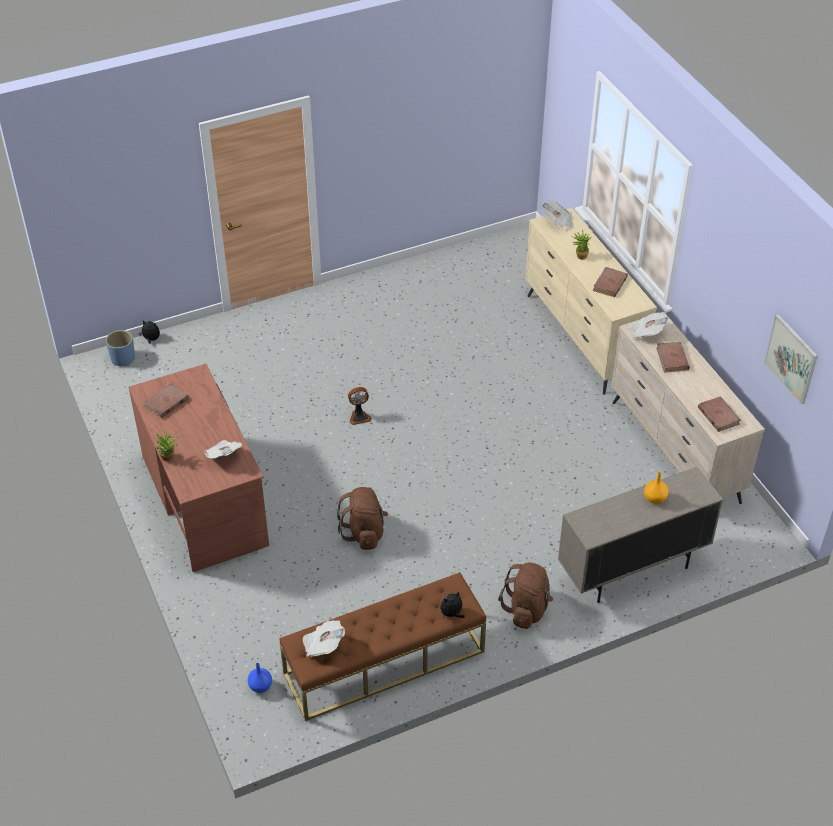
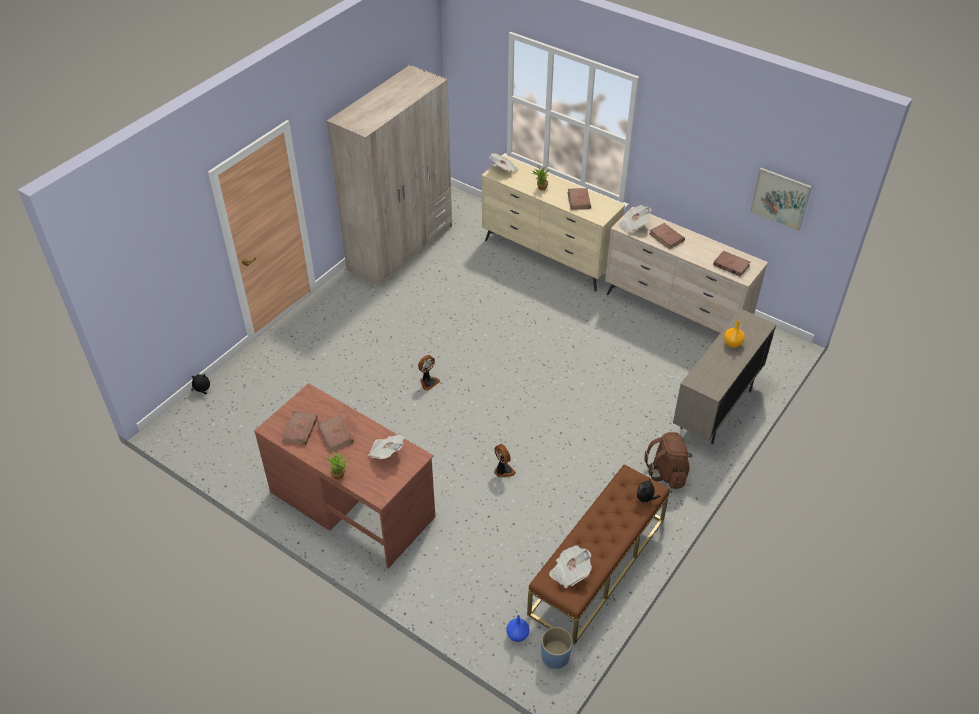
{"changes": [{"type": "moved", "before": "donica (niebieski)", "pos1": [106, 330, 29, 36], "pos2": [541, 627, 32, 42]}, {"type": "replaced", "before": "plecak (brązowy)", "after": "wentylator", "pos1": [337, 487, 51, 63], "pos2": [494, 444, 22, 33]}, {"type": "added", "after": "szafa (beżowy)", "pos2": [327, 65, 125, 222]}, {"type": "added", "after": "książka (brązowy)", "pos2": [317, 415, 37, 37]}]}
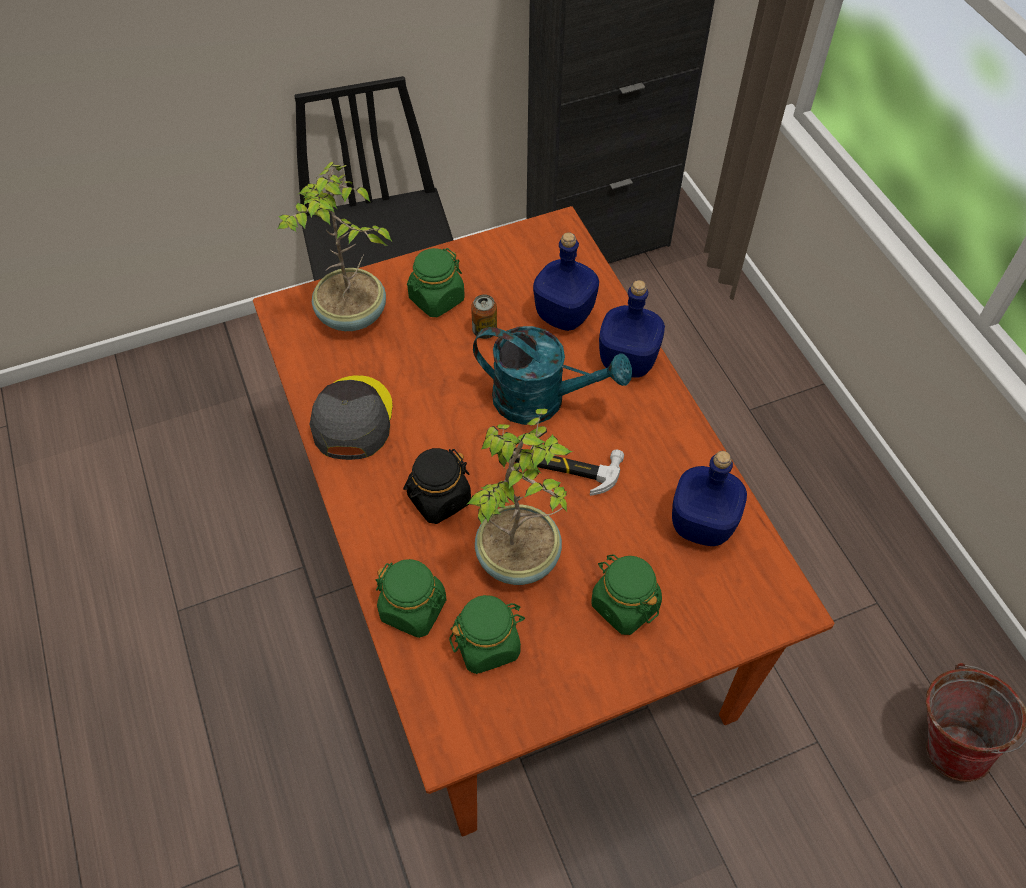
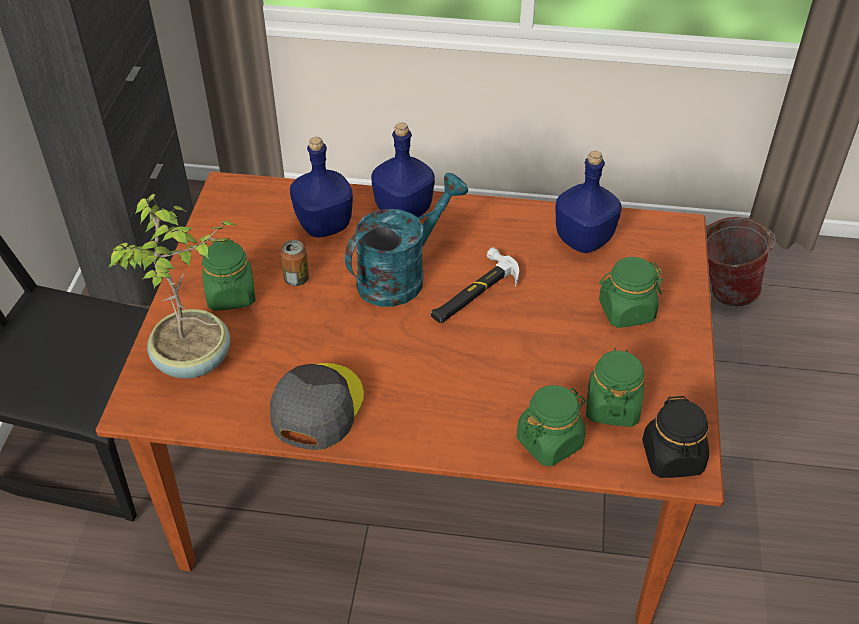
{"changes": [{"type": "turned", "before": "czapka z daszkiem (szary)", "pos1": [309, 375, 84, 85], "pos2": [270, 363, 94, 87], "turn": 75}, {"type": "removed", "before": "roślina doniczkowa", "pos1": [466, 409, 107, 176]}, {"type": "moved", "before": "słoik (czarny)", "pos1": [403, 448, 68, 76], "pos2": [642, 396, 67, 82]}]}
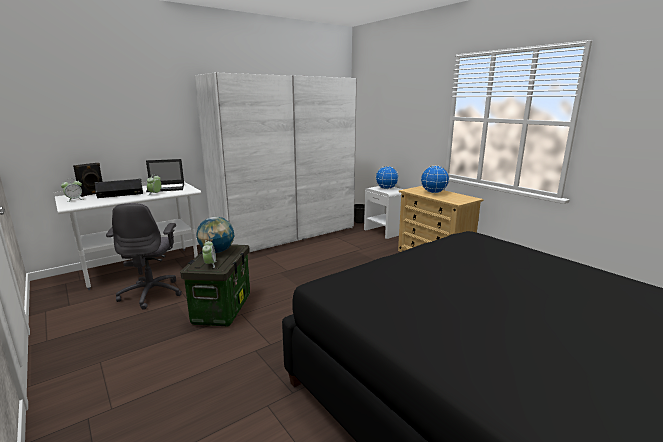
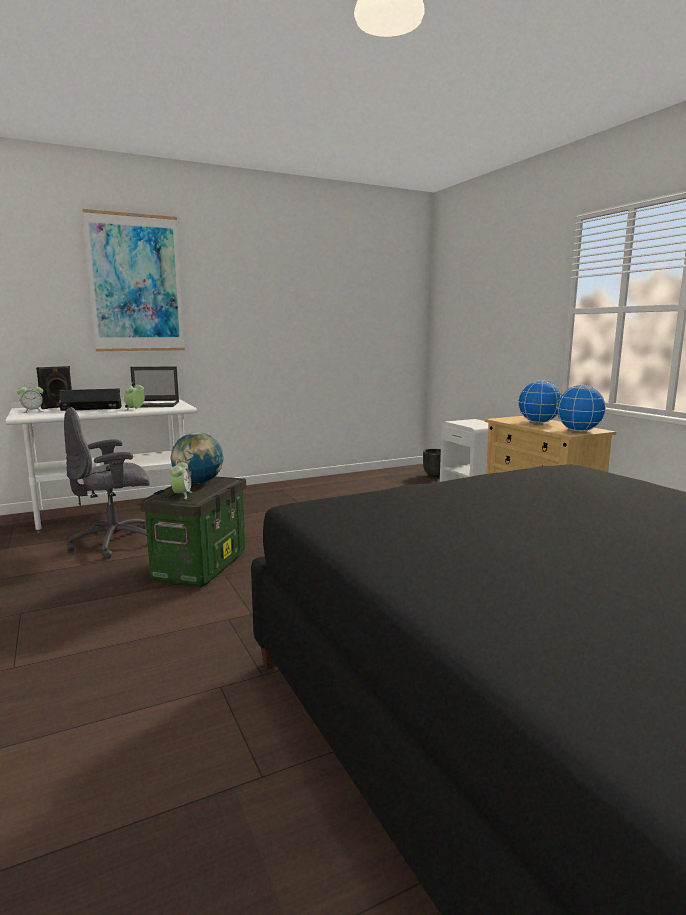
{"changes": [{"type": "removed", "before": "szafa (biały)", "pos1": [195, 73, 162, 179]}, {"type": "moved", "before": "globus", "pos1": [375, 166, 24, 23], "pos2": [556, 385, 51, 47]}, {"type": "turned", "before": "krzesło biurowe (szary)", "pos1": [106, 203, 76, 107], "pos2": [64, 407, 85, 152], "turn": 60}, {"type": "added", "after": "obraz", "pos2": [82, 209, 103, 142]}]}
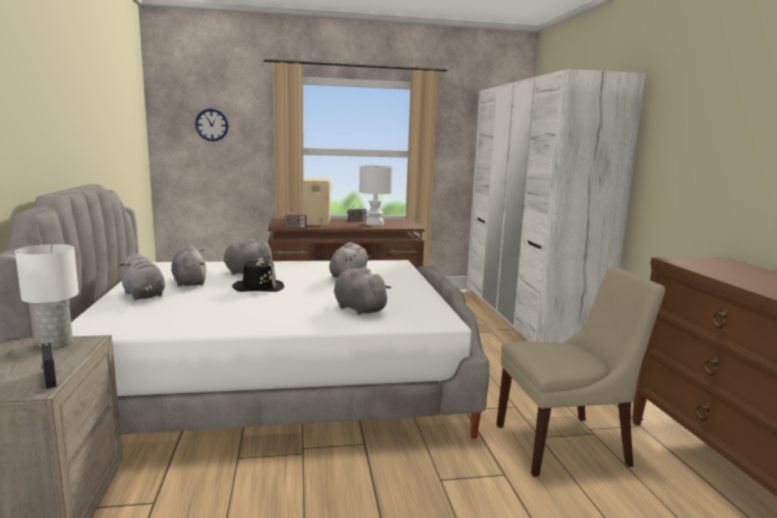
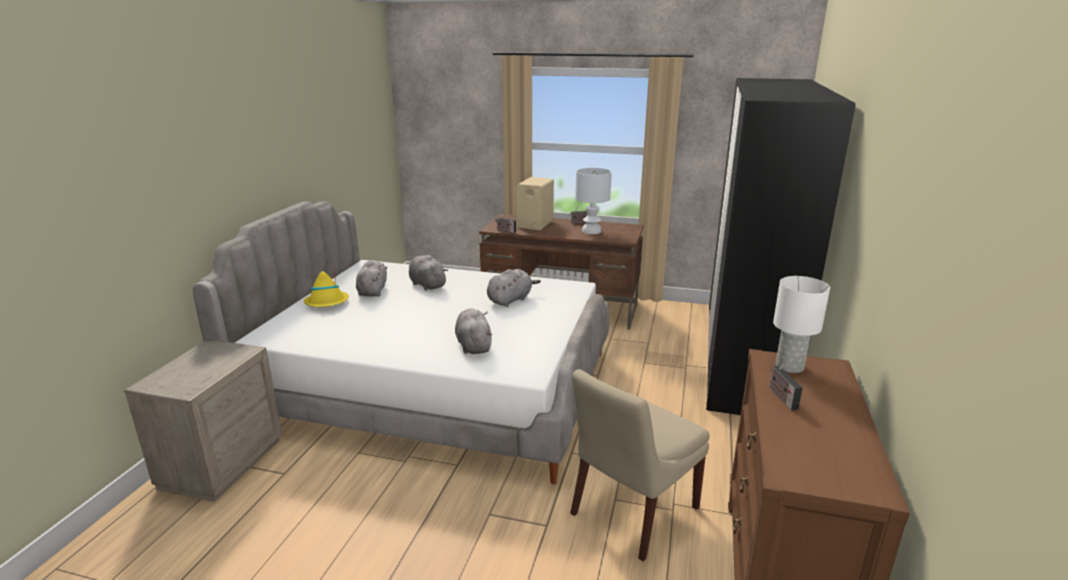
{"changes": [{"type": "recoloured", "before": "szafa (biały)", "after": "szafa (czarny)", "pos1": [466, 69, 179, 274], "pos2": [706, 78, 150, 337]}, {"type": "removed", "before": "zegar ścienny", "pos1": [195, 109, 33, 32]}, {"type": "moved", "before": "lampa stołowa (biały)", "pos1": [15, 244, 64, 105], "pos2": [773, 276, 57, 97]}, {"type": "replaced", "before": "pluszak (szary)", "after": "kapelusz (żółty)", "pos1": [119, 253, 46, 47], "pos2": [304, 271, 45, 36]}, {"type": "removed", "before": "kapelusz (czarny)", "pos1": [232, 258, 52, 34]}, {"type": "turned", "before": "krzesło (beżowy)", "pos1": [496, 266, 169, 211], "pos2": [570, 369, 140, 192], "turn": 120}, {"type": "moved", "before": "radio", "pos1": [41, 334, 16, 55], "pos2": [770, 361, 32, 50]}]}
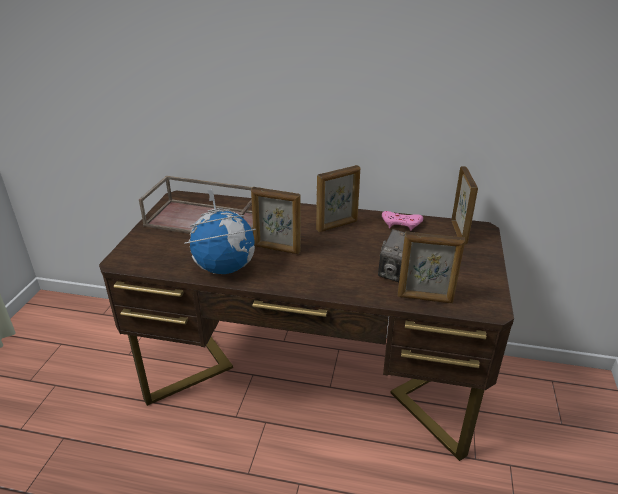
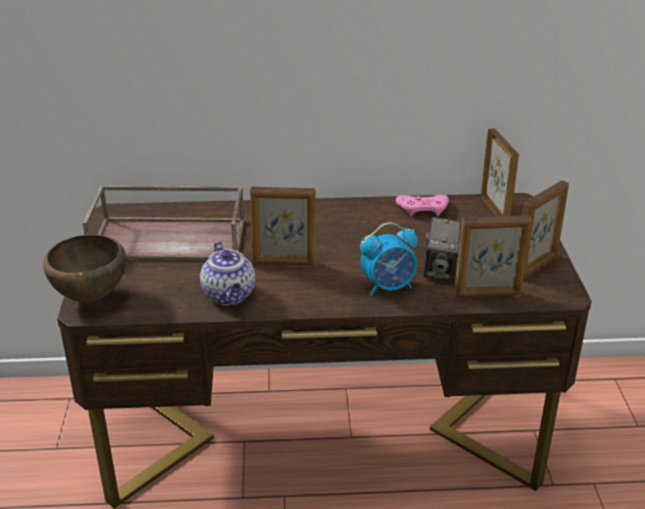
{"changes": [{"type": "moved", "before": "ramka na zdjęcie", "pos1": [316, 165, 44, 67], "pos2": [522, 181, 47, 97]}, {"type": "replaced", "before": "globus", "after": "imbryk", "pos1": [184, 189, 72, 85], "pos2": [200, 241, 55, 64]}, {"type": "added", "after": "budzik", "pos2": [360, 222, 58, 74]}, {"type": "added", "after": "miska (brązowy)", "pos2": [43, 235, 83, 68]}]}
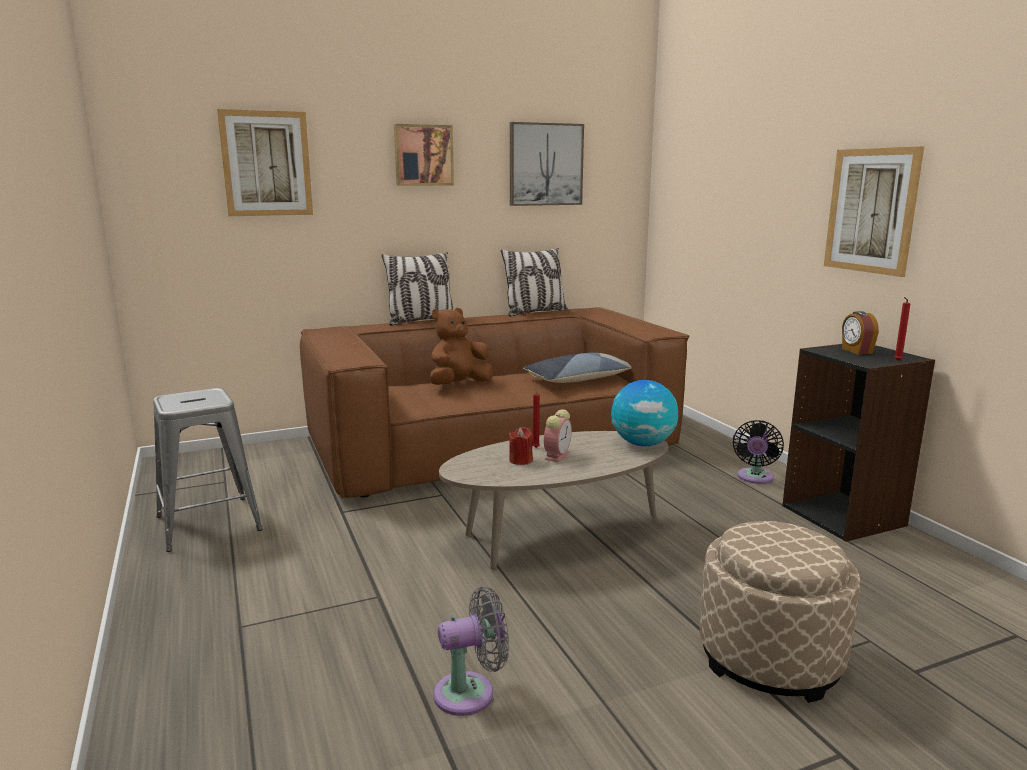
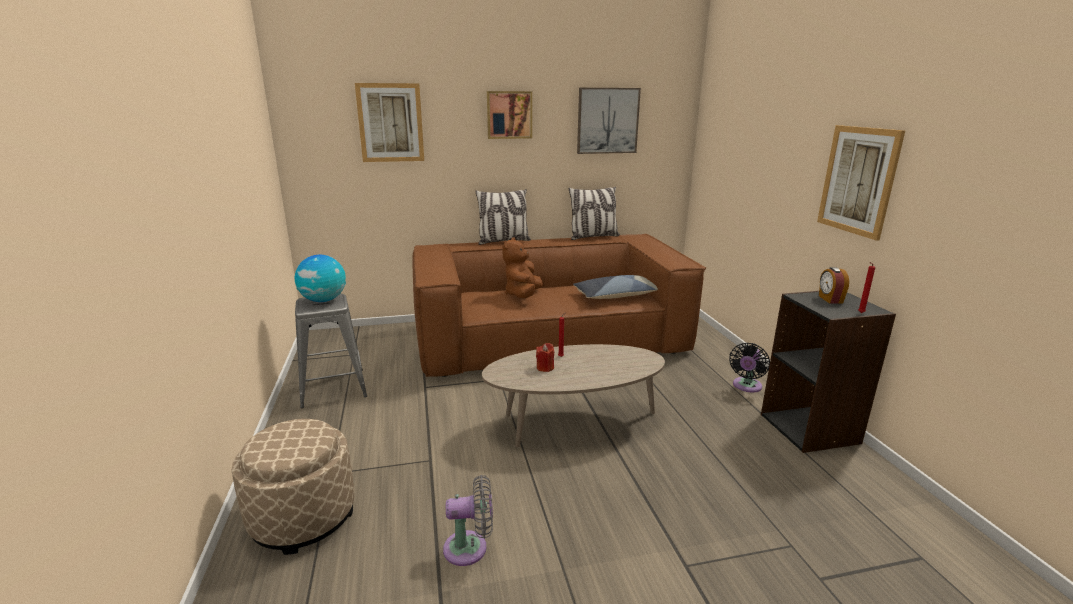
{"changes": [{"type": "turned", "before": "pluszak (brązowy)", "pos1": [430, 308, 63, 77], "pos2": [502, 237, 41, 61], "turn": -45}, {"type": "moved", "before": "globus", "pos1": [611, 380, 67, 66], "pos2": [295, 255, 51, 47]}, {"type": "removed", "before": "budzik", "pos1": [544, 409, 28, 53]}, {"type": "moved", "before": "pufa (beżowy)", "pos1": [700, 521, 160, 182], "pos2": [232, 419, 123, 136]}]}
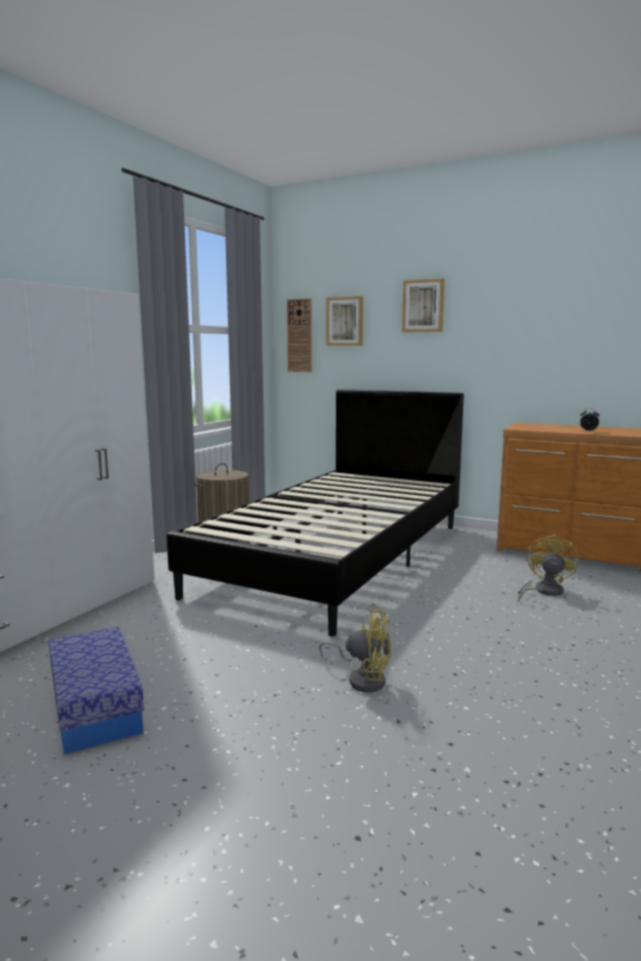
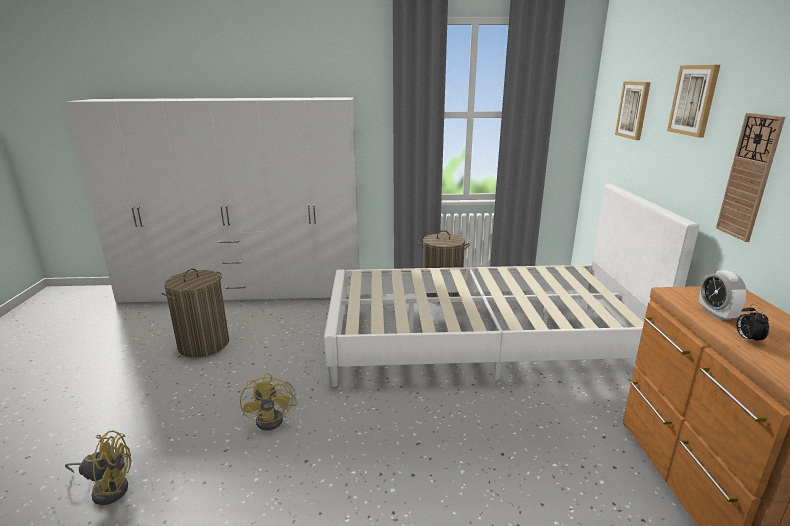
{"changes": [{"type": "moved", "before": "zegar ścienny", "pos1": [287, 298, 25, 74], "pos2": [716, 113, 69, 129]}, {"type": "recoloured", "before": "łóżko (czarny)", "after": "łóżko (biały)", "pos1": [167, 389, 297, 248], "pos2": [324, 184, 375, 203]}, {"type": "moved", "before": "wentylator (żółty)", "pos1": [518, 534, 61, 68], "pos2": [65, 431, 67, 74]}, {"type": "replaced", "before": "pojemnik do przechowywania", "after": "kosz na pranie", "pos1": [49, 627, 95, 127], "pos2": [162, 268, 67, 90]}, {"type": "added", "after": "budzik", "pos2": [699, 270, 48, 50]}]}
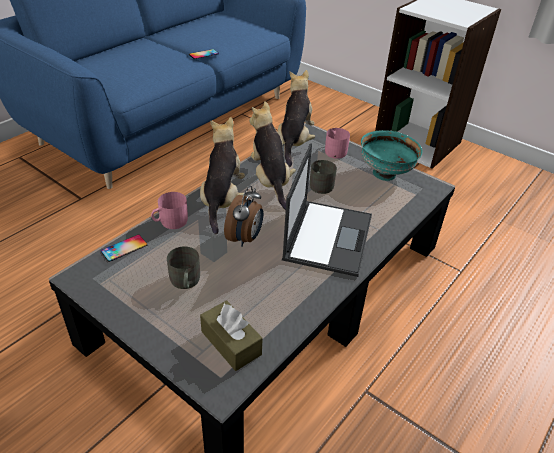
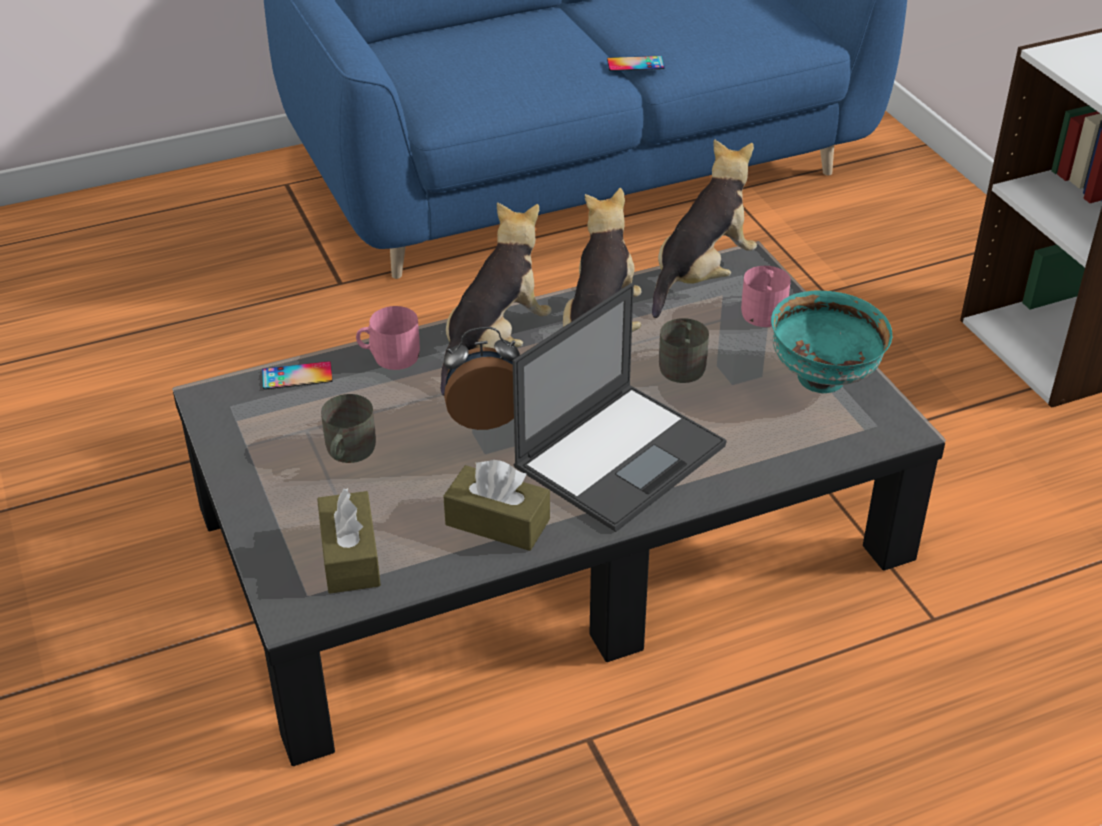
{"changes": [{"type": "turned", "before": "budzik", "pos1": [224, 186, 39, 61], "pos2": [444, 327, 76, 103], "turn": -150}, {"type": "added", "after": "pudełko chusteczek (brązowy)", "pos2": [443, 460, 107, 91]}]}
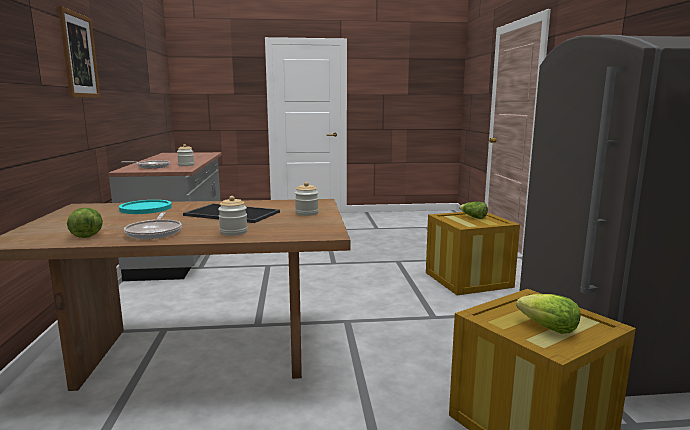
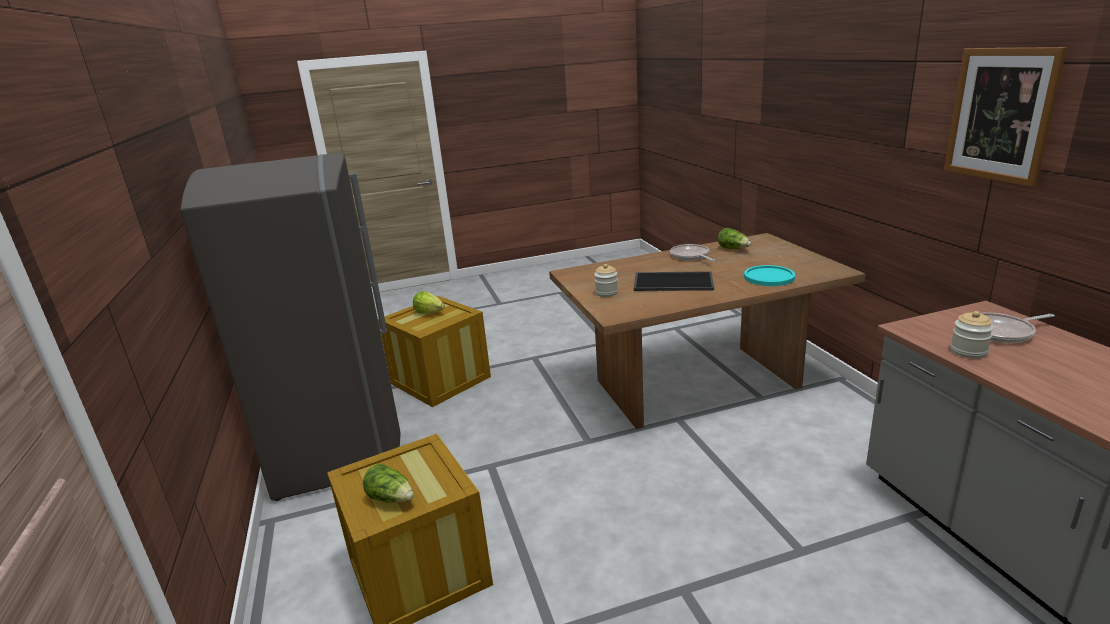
{"changes": [{"type": "removed", "before": "słoik", "pos1": [218, 196, 30, 40]}]}
